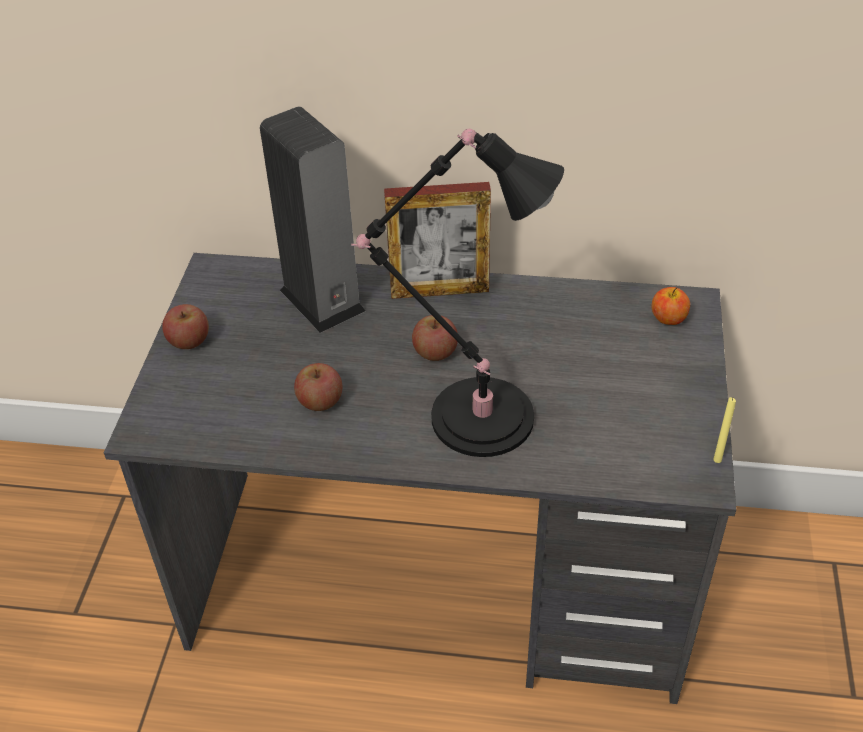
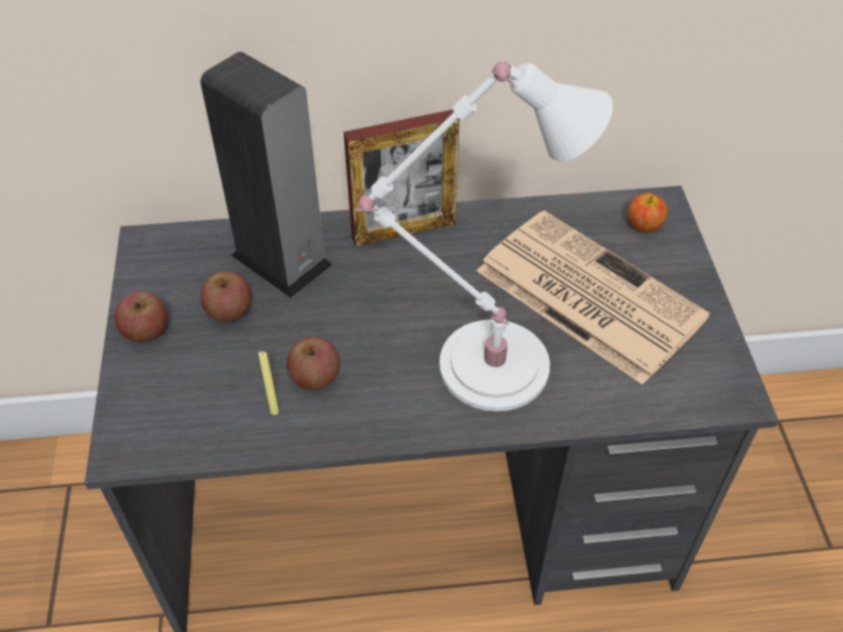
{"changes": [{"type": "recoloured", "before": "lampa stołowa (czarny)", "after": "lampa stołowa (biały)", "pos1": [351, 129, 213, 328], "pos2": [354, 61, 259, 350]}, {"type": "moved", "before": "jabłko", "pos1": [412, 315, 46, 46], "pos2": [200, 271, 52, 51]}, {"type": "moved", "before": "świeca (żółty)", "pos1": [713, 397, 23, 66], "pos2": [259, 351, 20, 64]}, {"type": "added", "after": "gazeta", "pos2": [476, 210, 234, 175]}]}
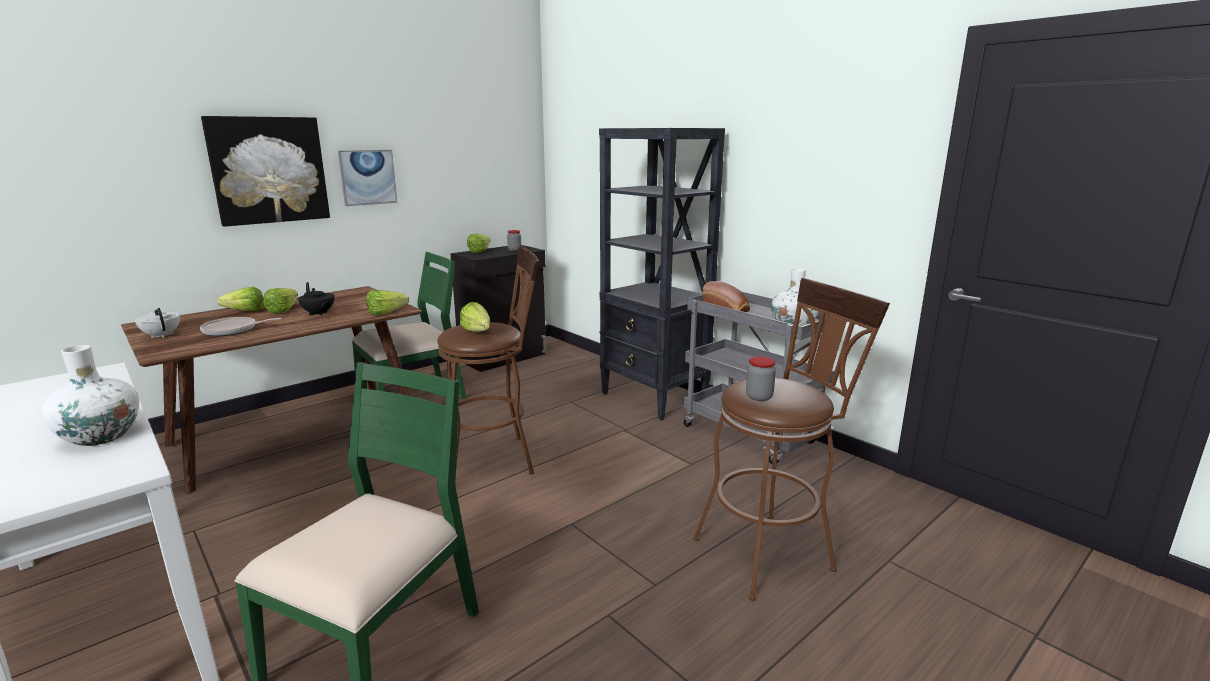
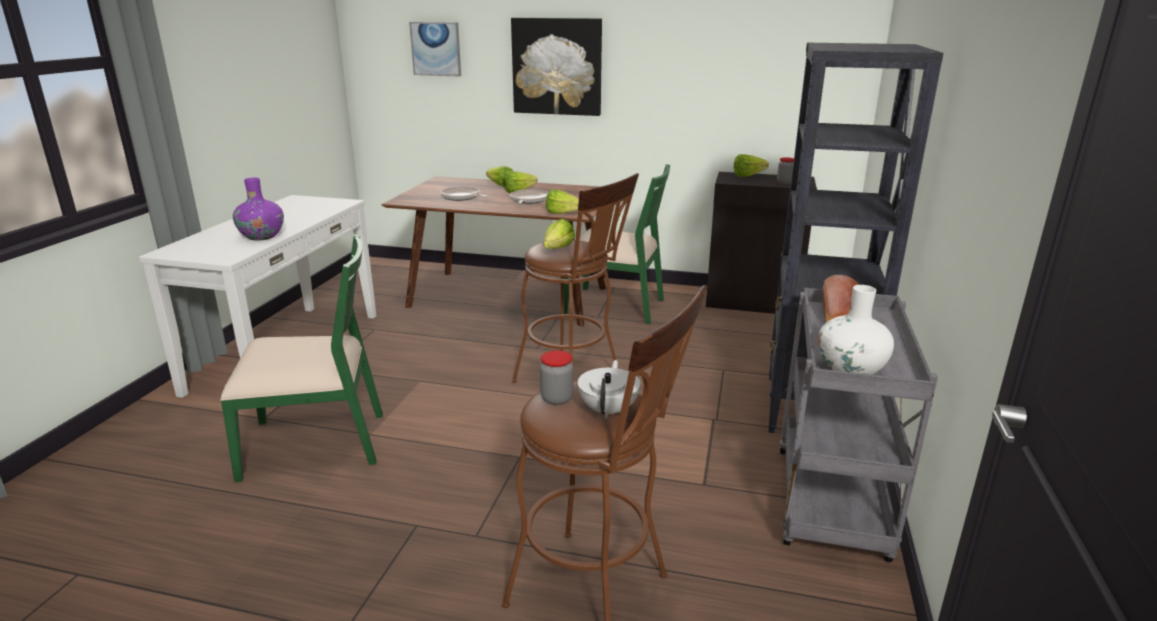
{"changes": [{"type": "moved", "before": "obraz", "pos1": [338, 150, 59, 56], "pos2": [409, 22, 52, 54]}, {"type": "replaced", "before": "imbryk (czarny)", "after": "patelnia", "pos1": [298, 282, 37, 34], "pos2": [510, 189, 38, 15]}, {"type": "moved", "before": "imbryk (biały)", "pos1": [134, 308, 46, 30], "pos2": [578, 360, 62, 59]}, {"type": "recoloured", "before": "wazon (biały)", "after": "wazon (fioletowy)", "pos1": [42, 345, 97, 101], "pos2": [233, 178, 51, 62]}]}
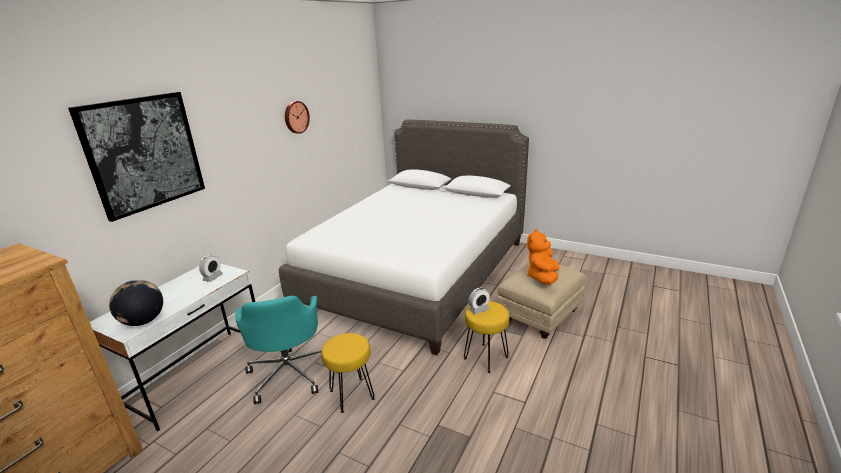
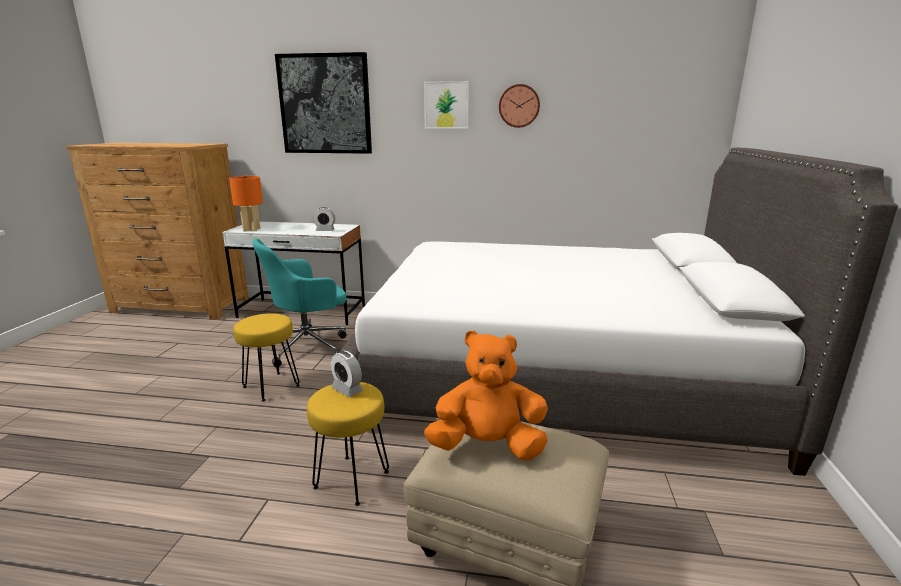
{"changes": [{"type": "replaced", "before": "globus", "after": "lampa stołowa (pomarańczowy)", "pos1": [109, 280, 54, 46], "pos2": [229, 176, 34, 56]}, {"type": "added", "after": "obraz", "pos2": [424, 81, 45, 48]}]}
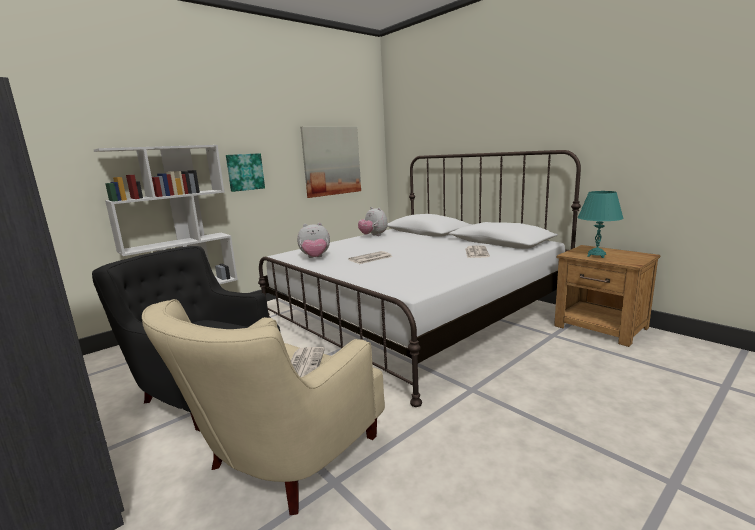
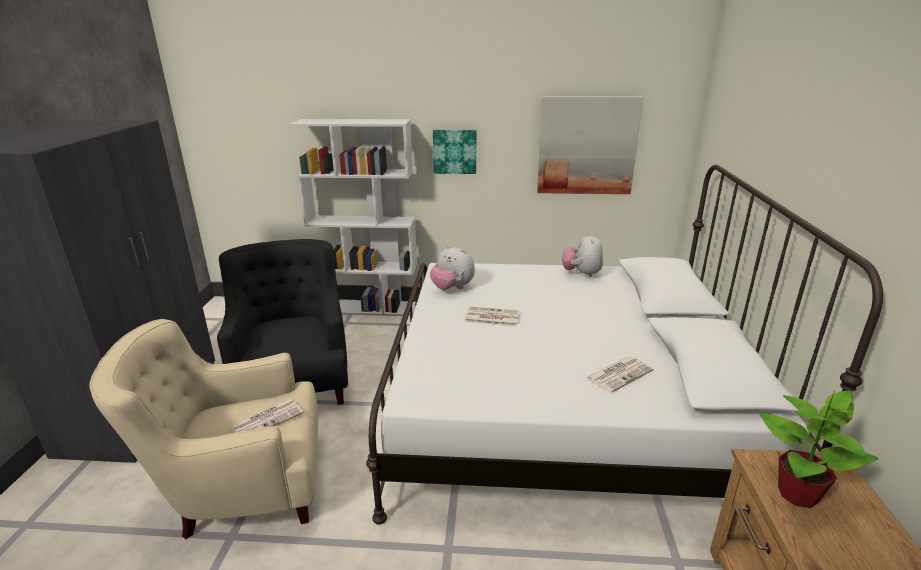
{"changes": [{"type": "replaced", "before": "lampa stołowa (turkusowy)", "after": "roślina doniczkowa", "pos1": [578, 191, 46, 67], "pos2": [760, 390, 119, 118]}]}
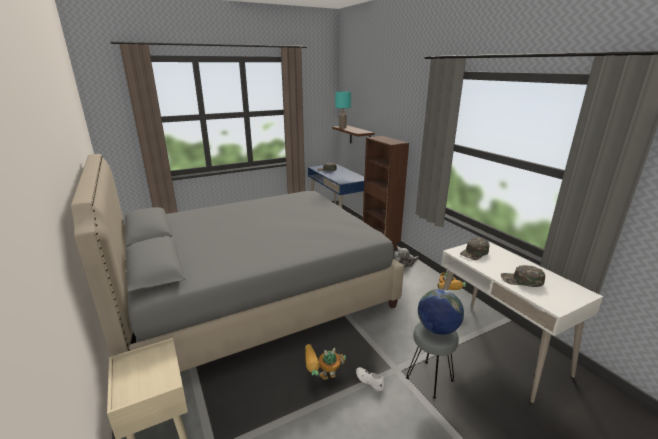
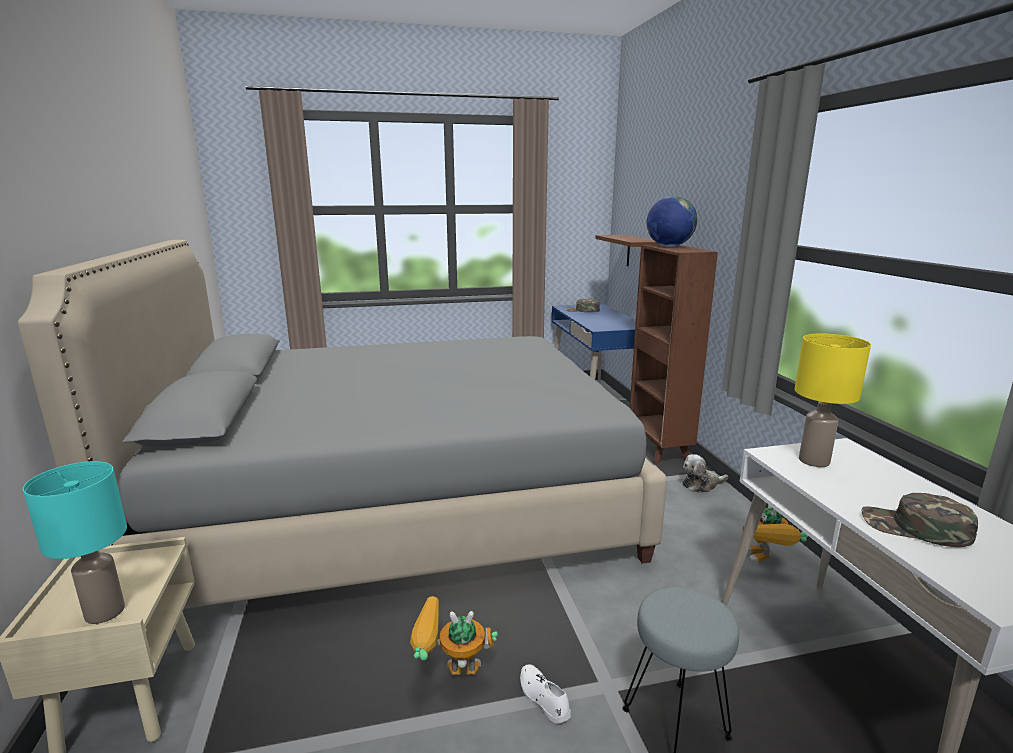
{"changes": [{"type": "moved", "before": "lampa stołowa (turkusowy)", "pos1": [335, 92, 16, 36], "pos2": [23, 461, 104, 163]}, {"type": "replaced", "before": "czapka z daszkiem (zielony)", "after": "lampa stołowa (żółty)", "pos1": [460, 238, 29, 22], "pos2": [795, 333, 76, 134]}, {"type": "moved", "before": "globus", "pos1": [418, 289, 46, 46], "pos2": [646, 196, 51, 51]}]}
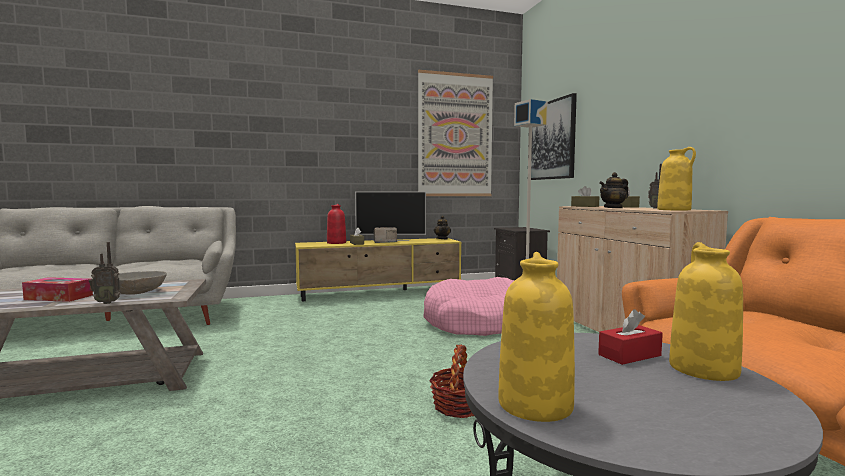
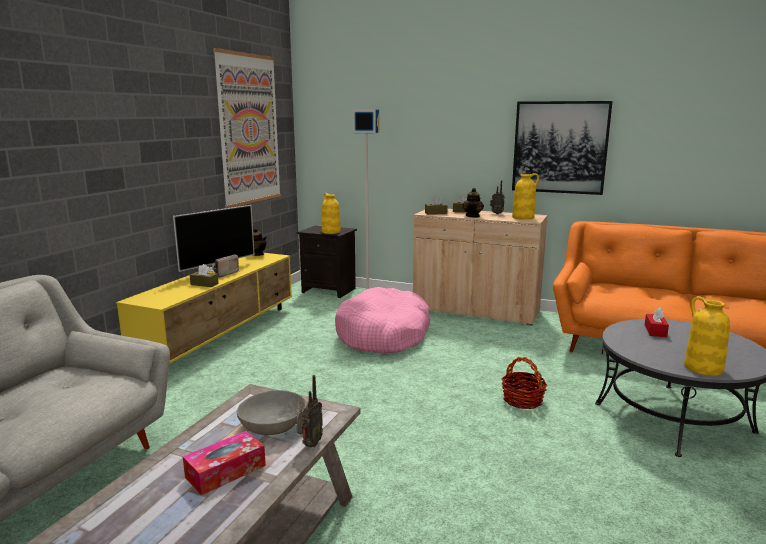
{"changes": [{"type": "moved", "before": "obraz", "pos1": [528, 93, 49, 87], "pos2": [512, 101, 100, 94]}, {"type": "removed", "before": "wazon (czerwony)", "pos1": [327, 204, 19, 40]}, {"type": "moved", "before": "wazon (żółty)", "pos1": [669, 242, 74, 139], "pos2": [322, 193, 19, 41]}]}
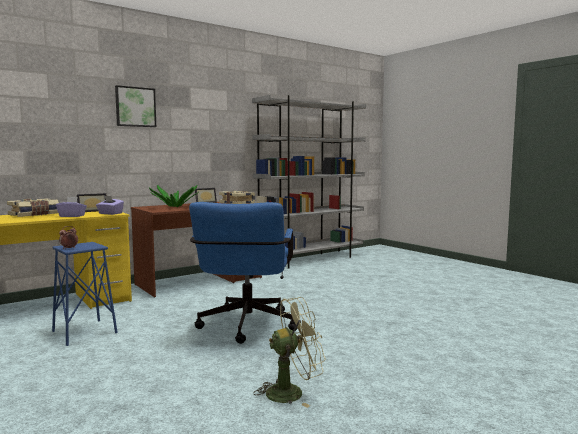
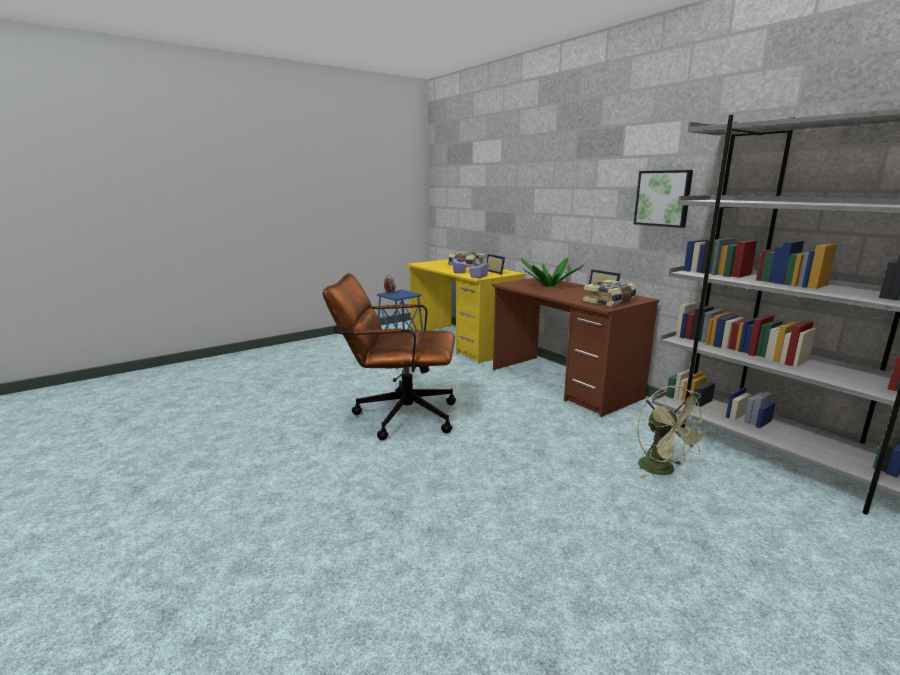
{"changes": [{"type": "moved", "before": "obraz", "pos1": [115, 85, 41, 42], "pos2": [634, 170, 59, 58]}, {"type": "recoloured", "before": "krzesło biurowe (niebieski)", "after": "krzesło biurowe (brązowy)", "pos1": [189, 202, 109, 142], "pos2": [323, 273, 133, 167]}, {"type": "moved", "before": "wentylator (zielony)", "pos1": [253, 297, 73, 111], "pos2": [637, 386, 74, 93]}]}
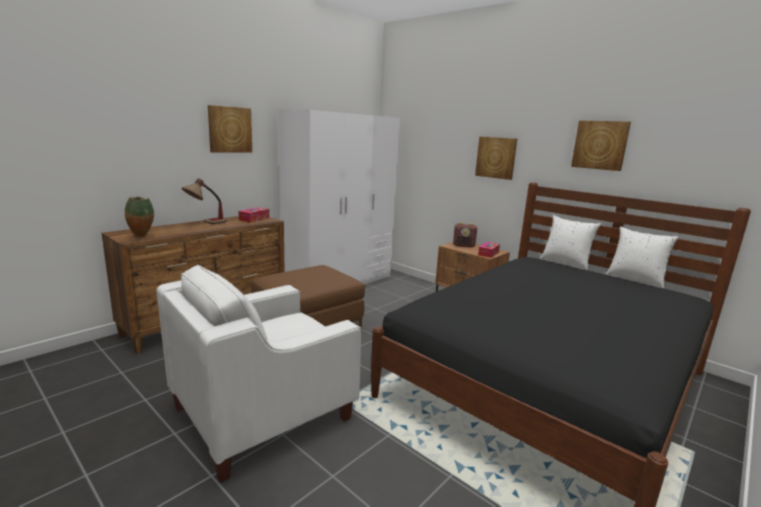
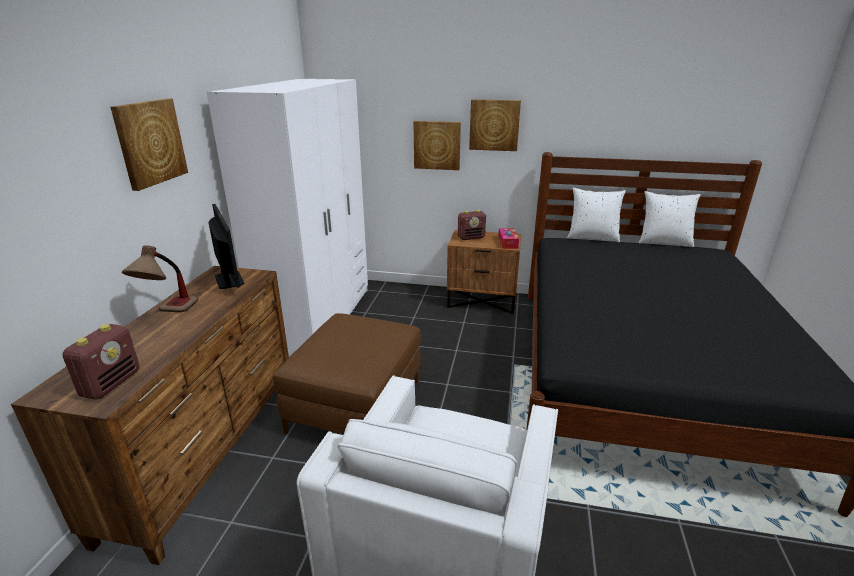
{"changes": [{"type": "moved", "before": "obraz", "pos1": [571, 120, 60, 51], "pos2": [413, 121, 48, 49]}, {"type": "replaced", "before": "wazon", "after": "radio", "pos1": [125, 196, 29, 41], "pos2": [63, 324, 76, 76]}, {"type": "replaced", "before": "pudełko chusteczek", "after": "monitor", "pos1": [238, 207, 31, 16], "pos2": [208, 204, 36, 85]}]}
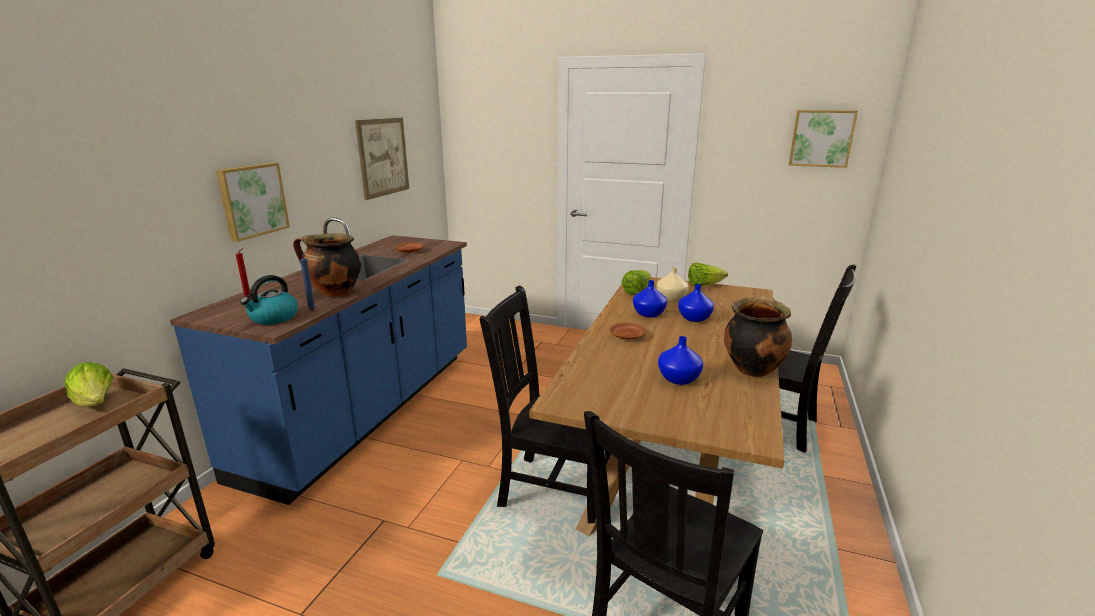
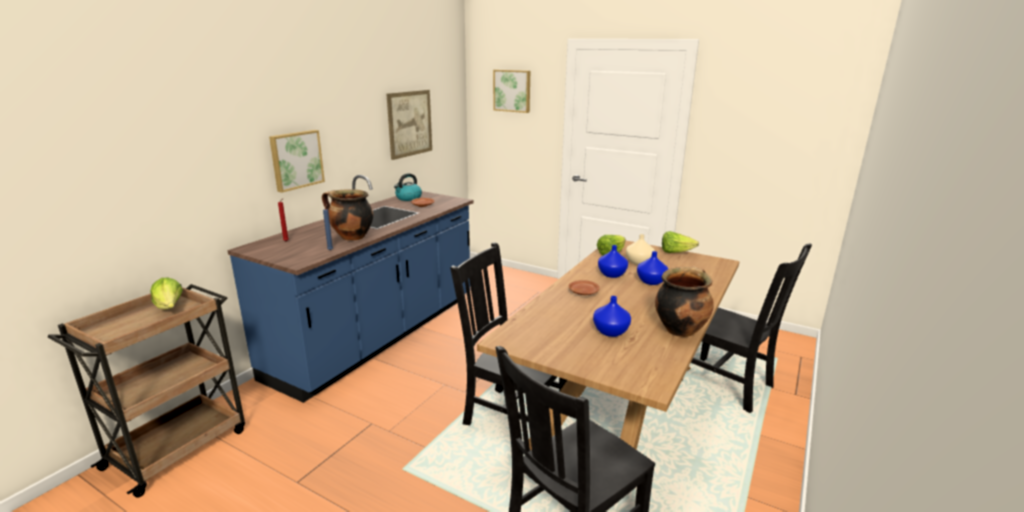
{"changes": [{"type": "moved", "before": "obraz", "pos1": [789, 110, 69, 58], "pos2": [493, 70, 37, 43]}, {"type": "moved", "before": "czajnik", "pos1": [240, 275, 58, 50], "pos2": [394, 173, 28, 28]}]}
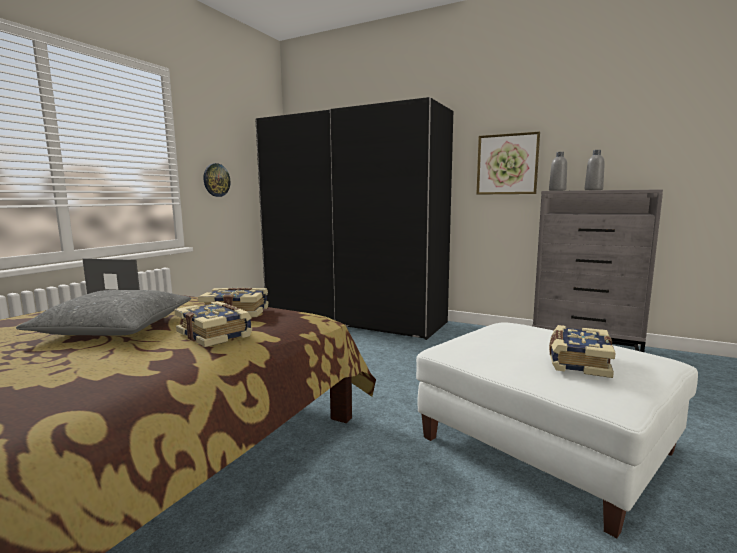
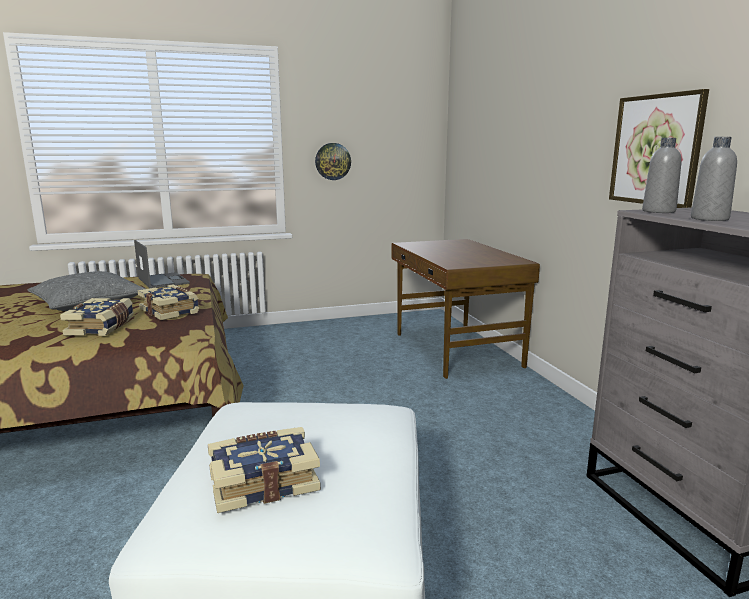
{"changes": [{"type": "replaced", "before": "szafa (czarny)", "after": "biurko (brązowy)", "pos1": [255, 97, 198, 243], "pos2": [391, 239, 149, 140]}]}
